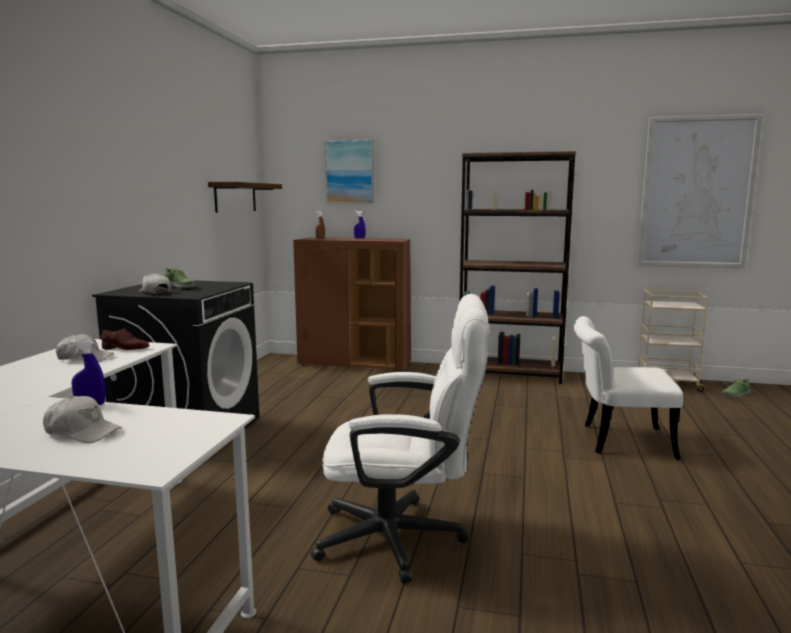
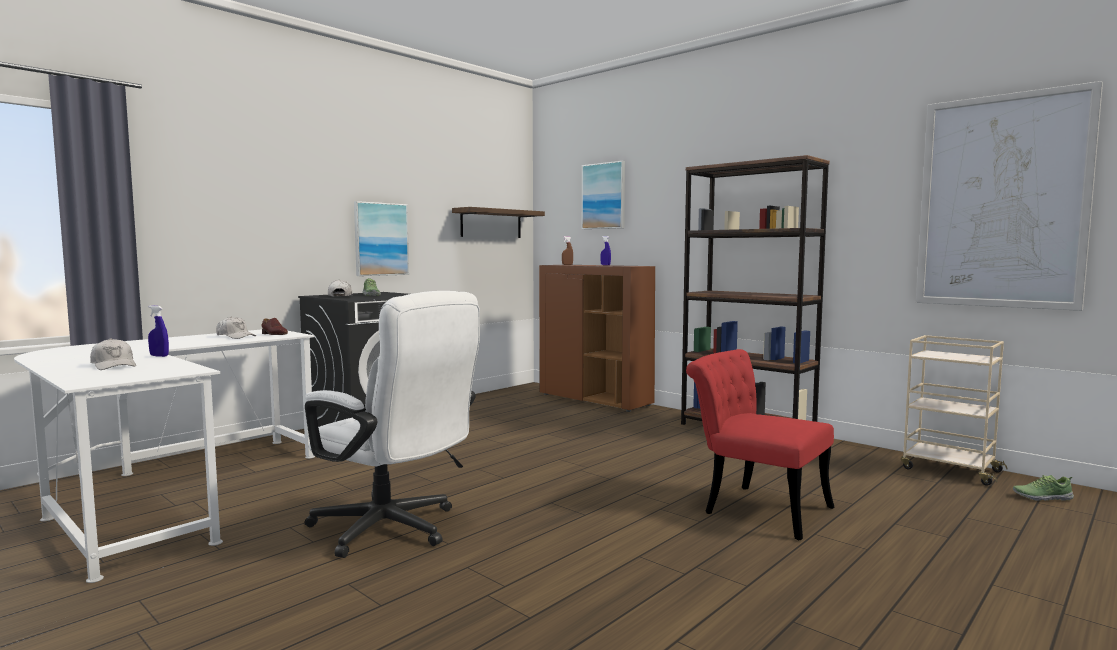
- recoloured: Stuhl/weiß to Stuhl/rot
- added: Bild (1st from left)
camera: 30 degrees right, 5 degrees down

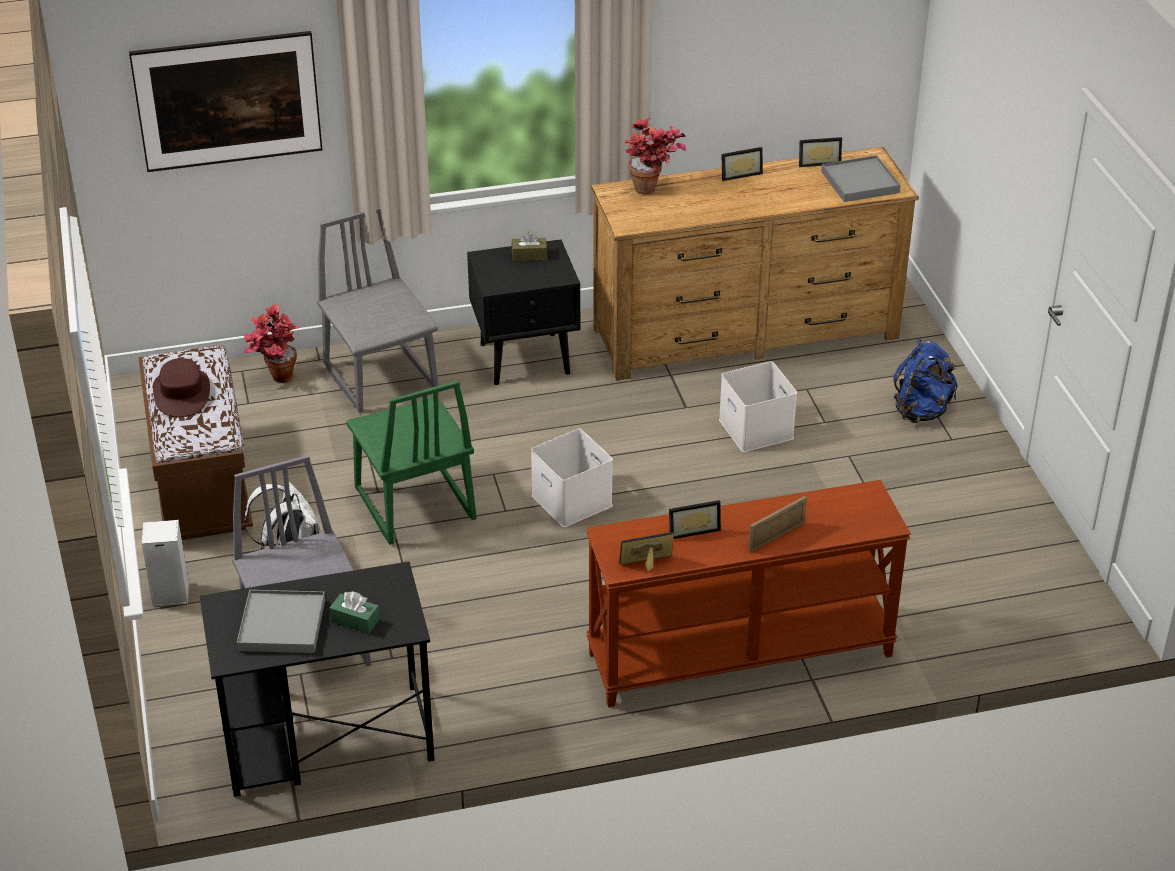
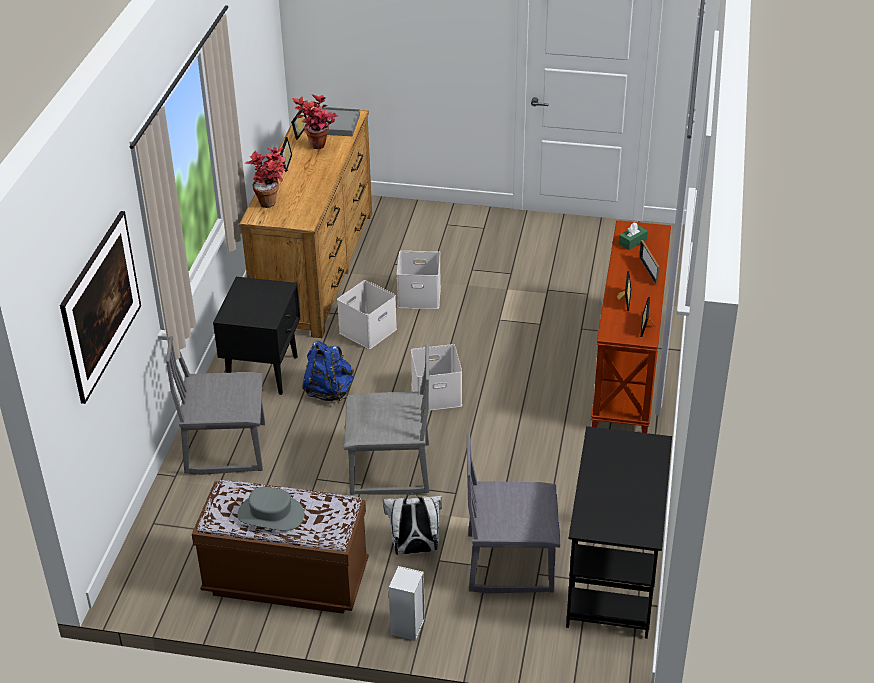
- removed: Taschentuchbox/braun
- moved: Topfpflanze (1st from left in the first image) to Topfpflanze (2nd from left)
- moved: Rucksack/blau
- recoloured: Hut/braun to Hut/grau
- recoloured: Stuhl/grün to Stuhl/grau (2nd from left)
- removed: Tablett/grau (1st from left)
- moved: Taschentuchbox/grün
- added: Aufbewahrungsbox/weiß (1st from left)
camera: 65 degrees left, 0 degrees up

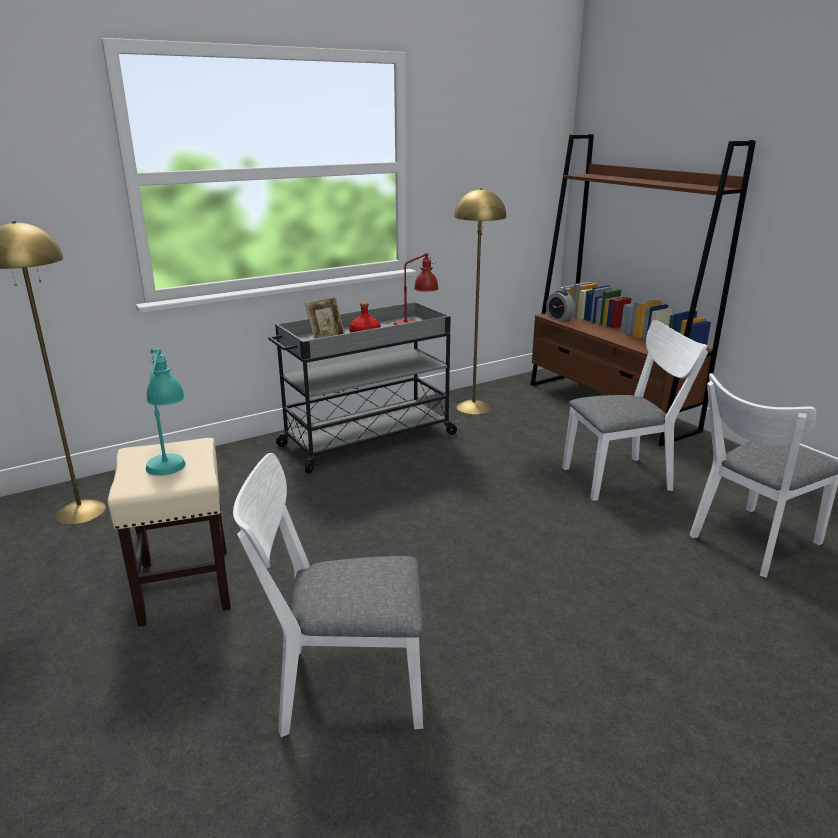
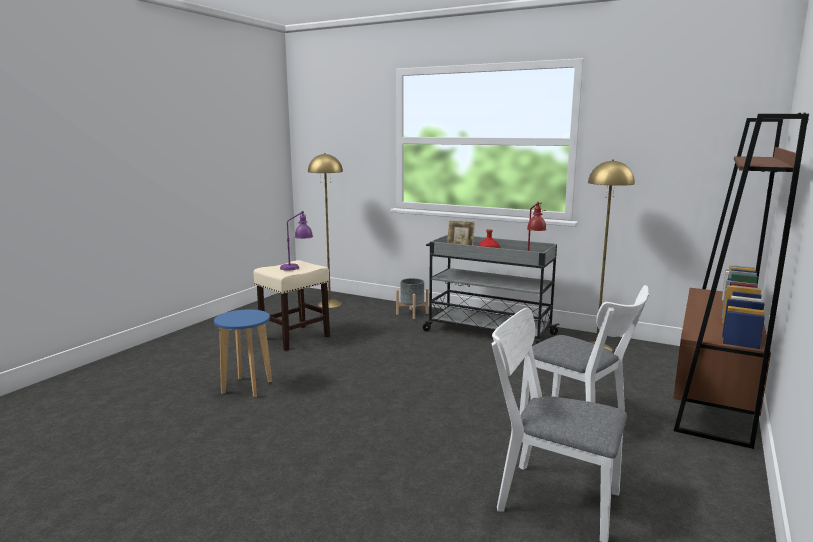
- removed: Wecker
- recoloured: Tischlampe/türkis to Tischlampe/lila
- replaced: Stuhl/weiß (1st from left) to Hocker/blau
- added: Pflanzkübel/grau
camera: 60 degrees right, 10 degrees down

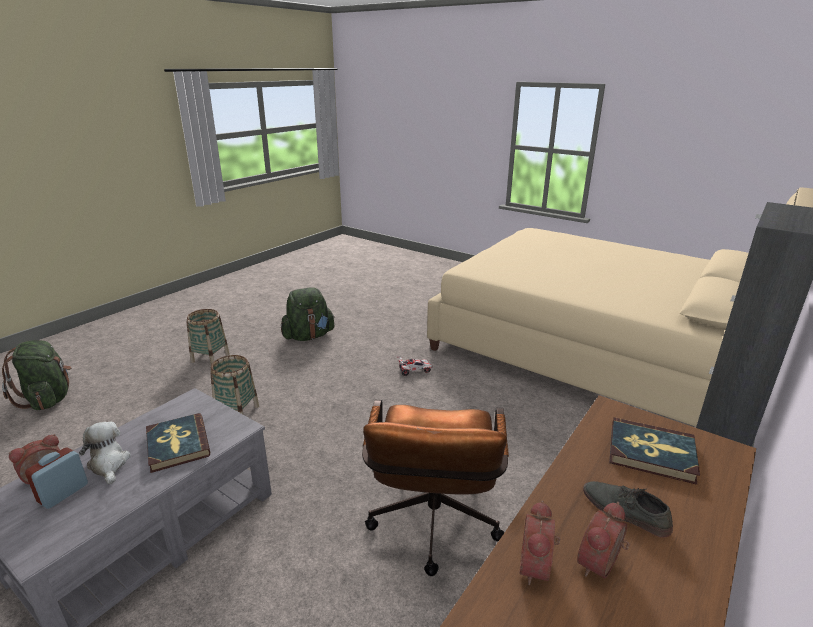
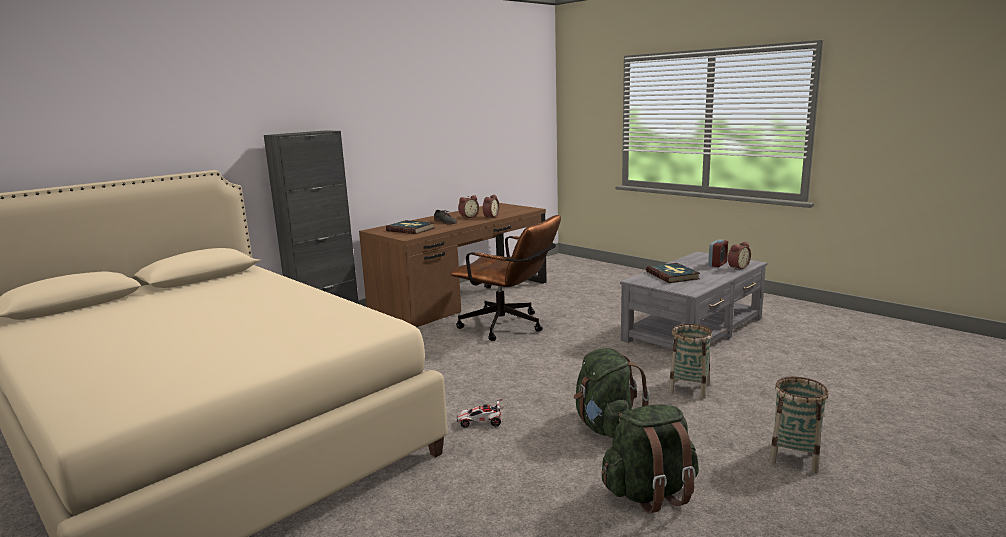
- moved: Rucksack/grün (1st from left)
- turned: Bürostuhl/braun 105 degrees clockwise
- removed: Plüschtier
camera: 170 degrees left, 10 degrees down

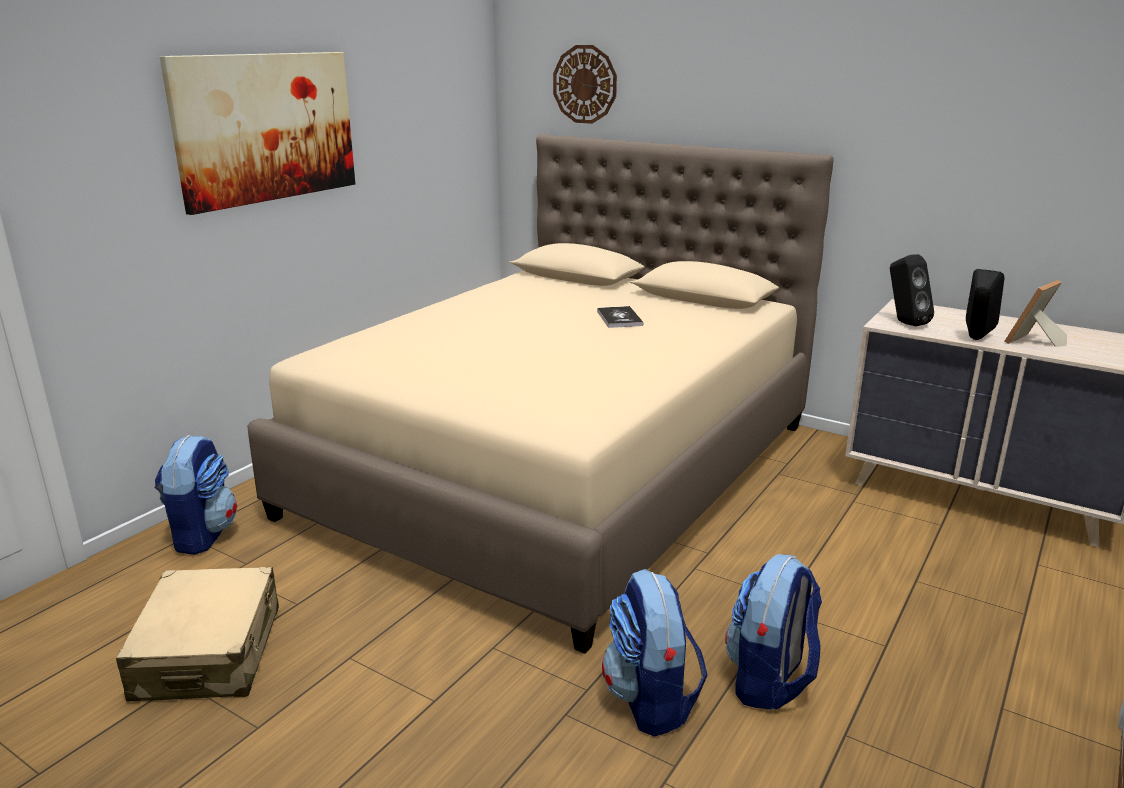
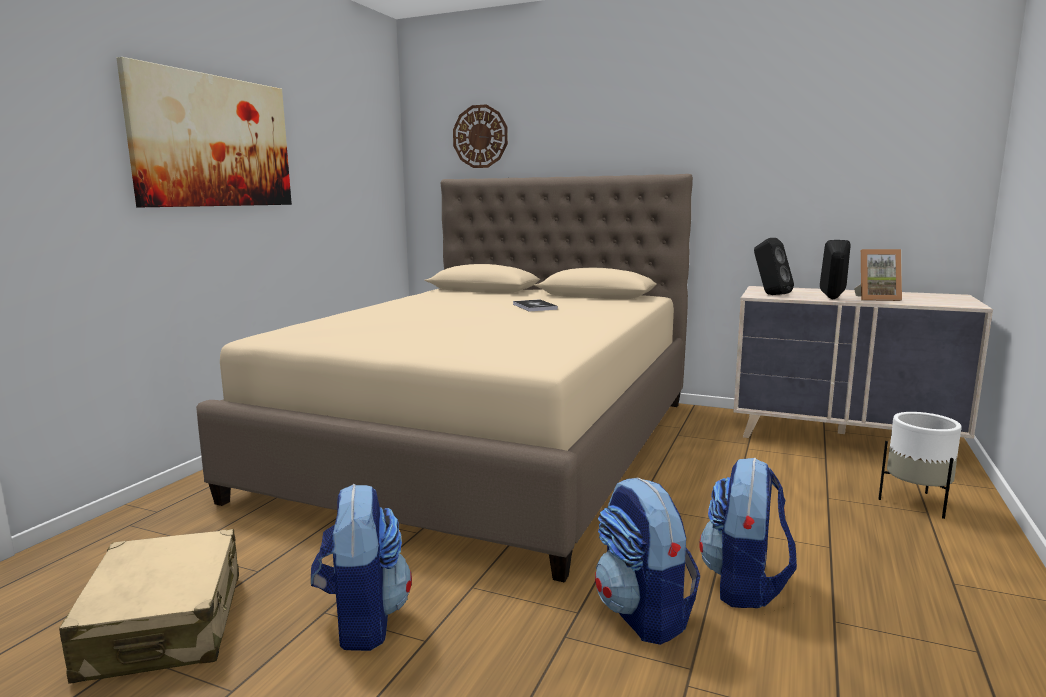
- turned: Bilderrahmen 120 degrees counterclockwise
- moved: Rucksack (1st from left)
- added: Pflanzkübel/weiß
camera: 10 degrees left, 10 degrees down

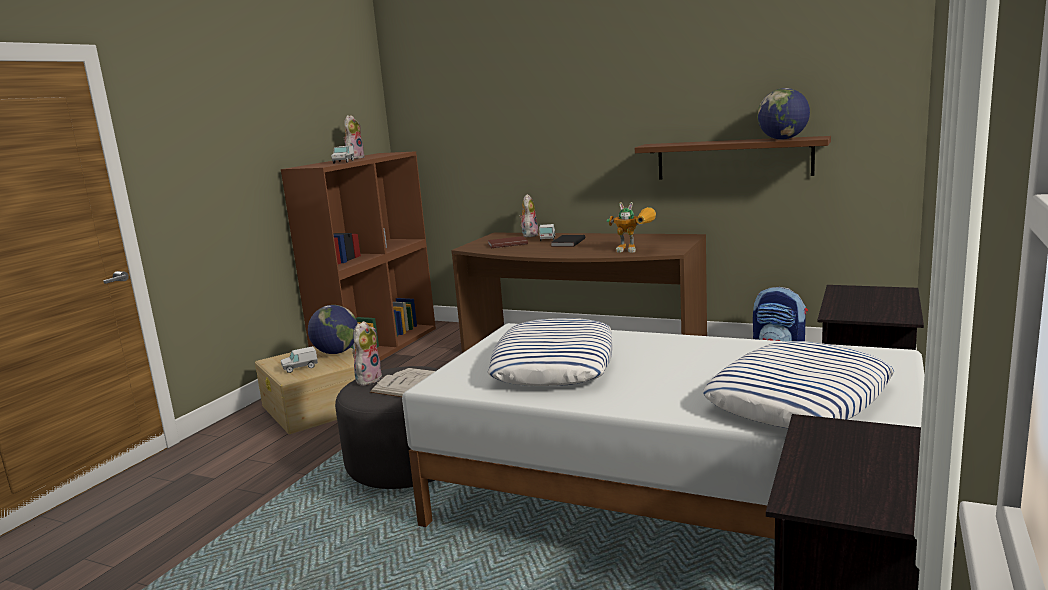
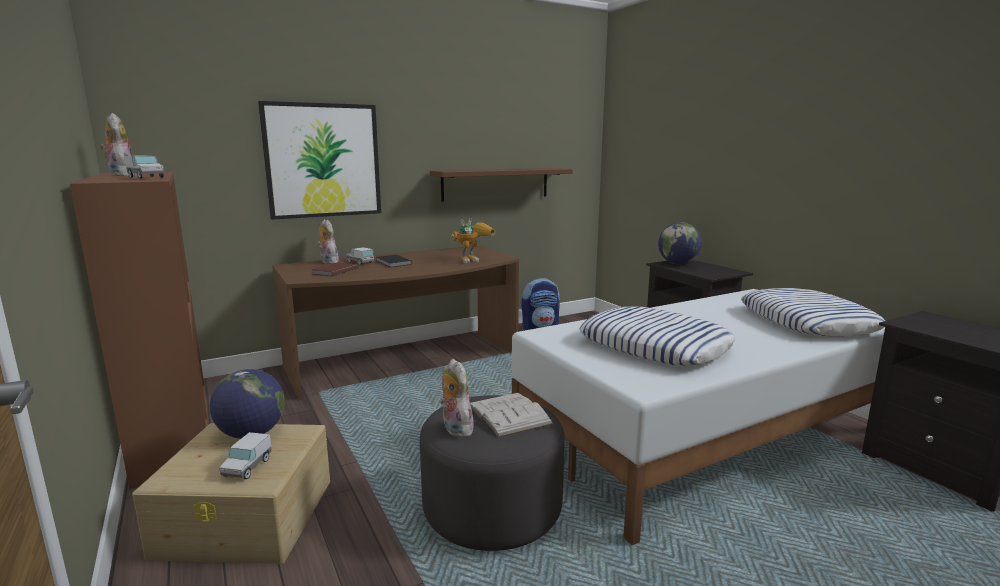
- moved: Globus (2nd from left)
- added: Bild
camera: 55 degrees left, 0 degrees up

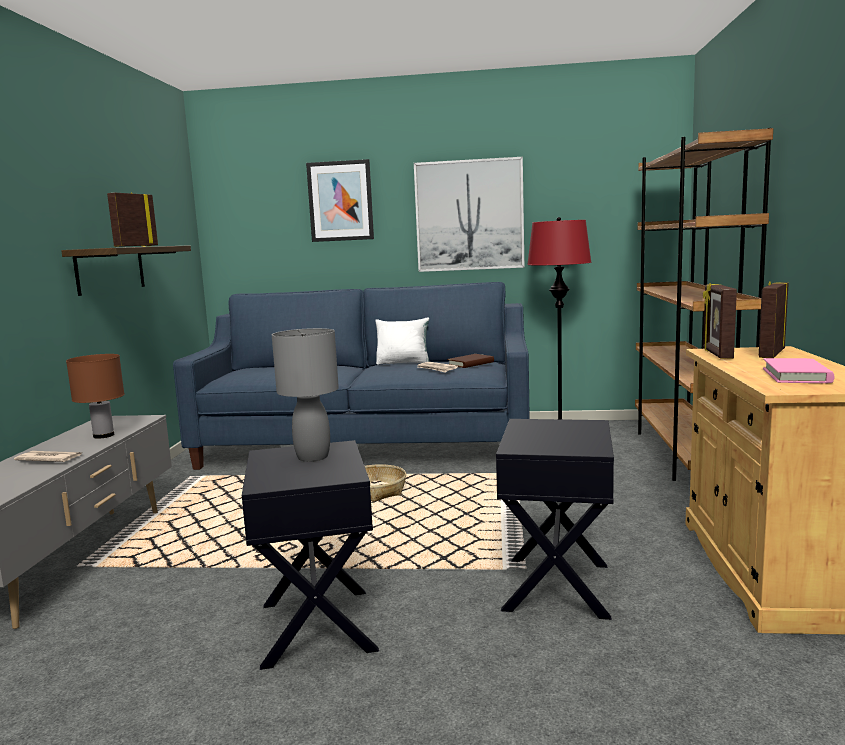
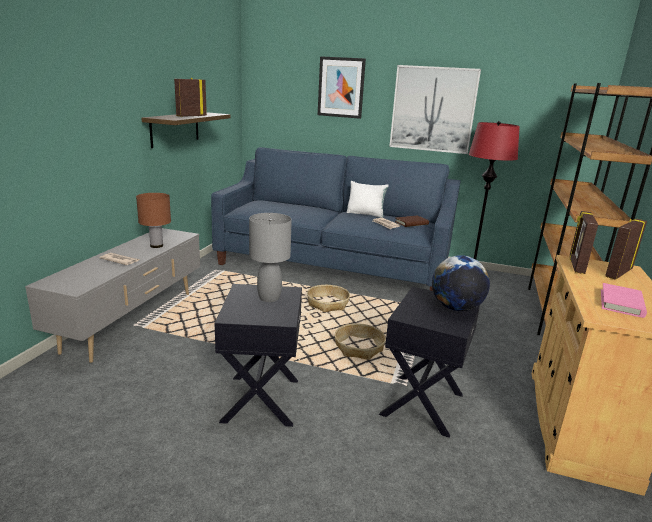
- added: Globus
- added: Korb (2nd from left)
camera: 10 degrees right, 10 degrees up

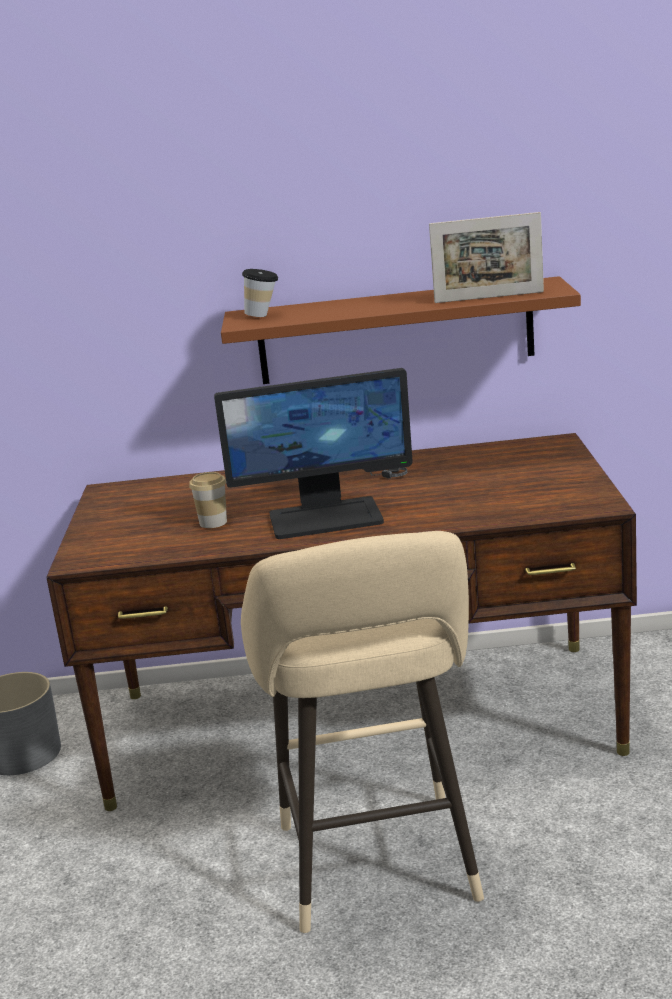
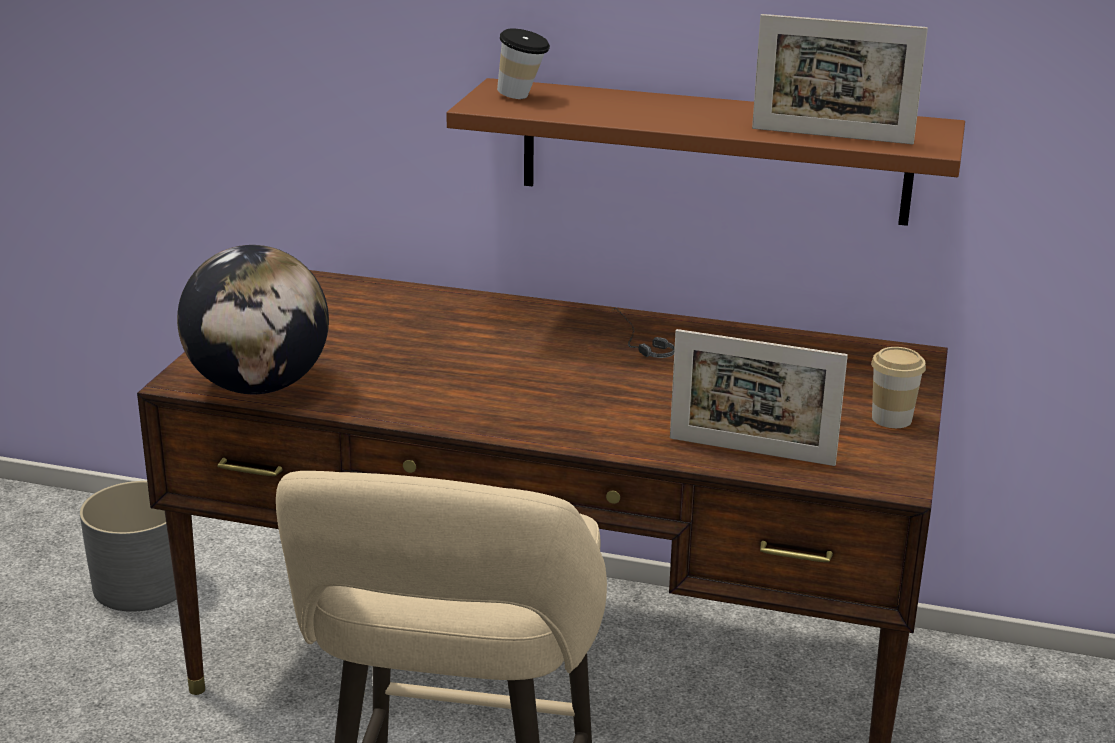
- removed: Monitor
- moved: Tasse (1st from left in the first image) to Tasse (2nd from left)
- added: Globus
- added: Bilderrahmen (1st from left)
camera: 15 degrees right, 5 degrees up

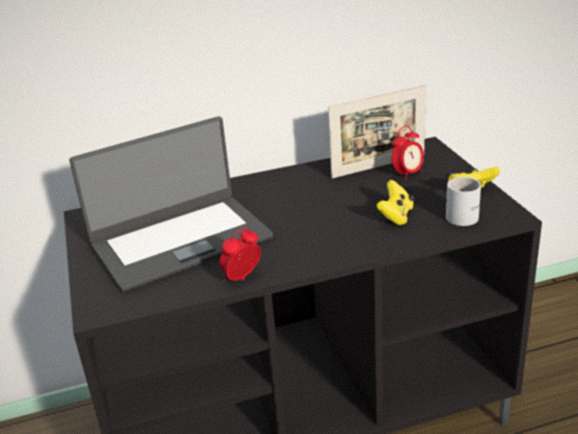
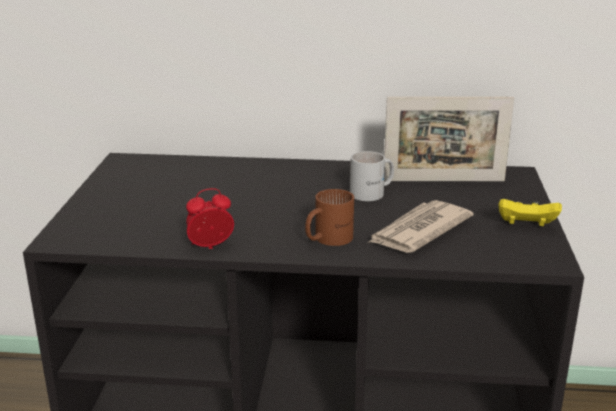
- removed: Laptop
- removed: Wecker (2nd from left)
- moved: Henkelbecher/weiß
- replaced: Gamepad/gelb (1st from left) to Zeitung
- added: Henkelbecher/braun
camera: 20 degrees right, 5 degrees down

